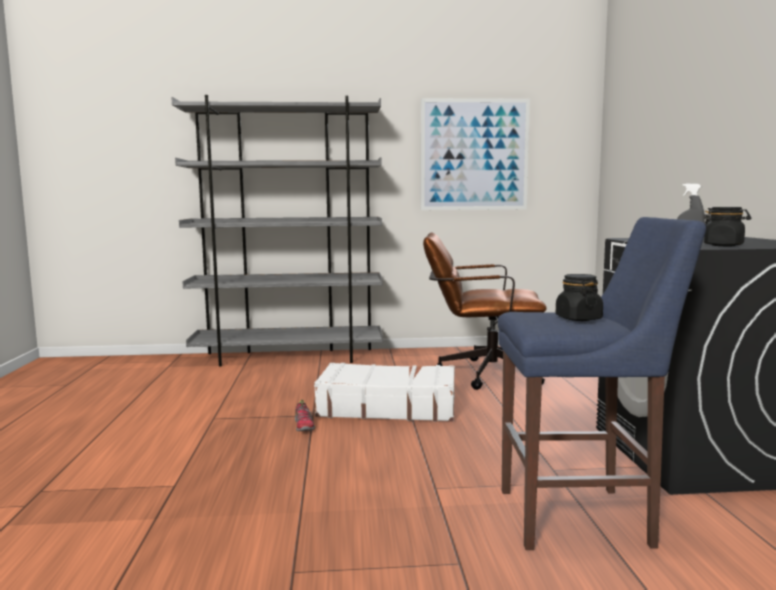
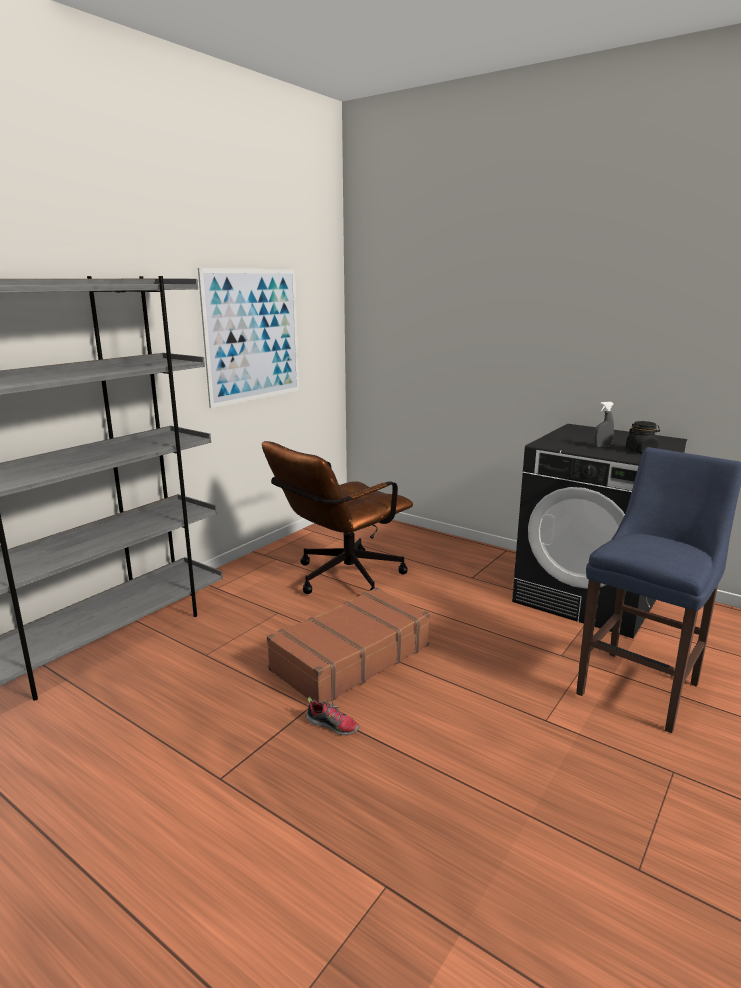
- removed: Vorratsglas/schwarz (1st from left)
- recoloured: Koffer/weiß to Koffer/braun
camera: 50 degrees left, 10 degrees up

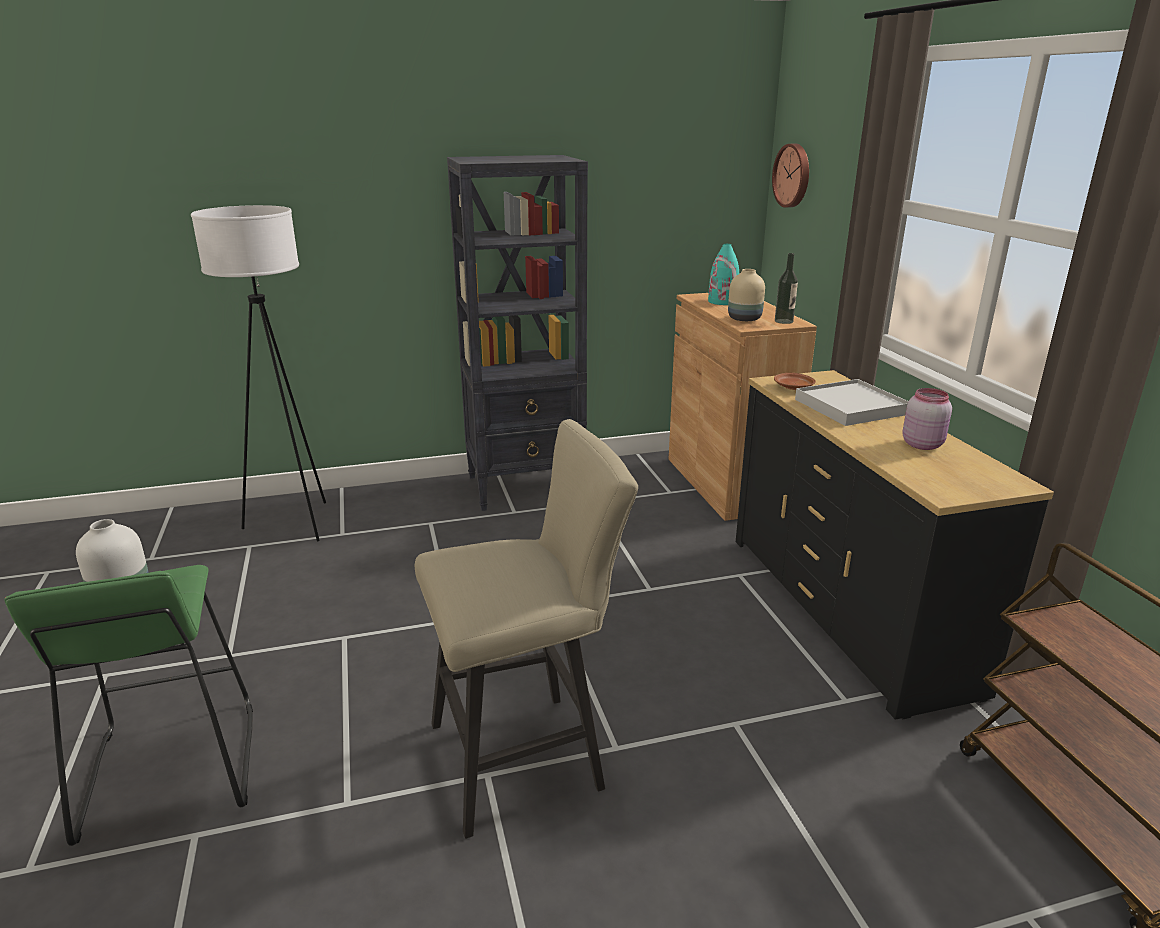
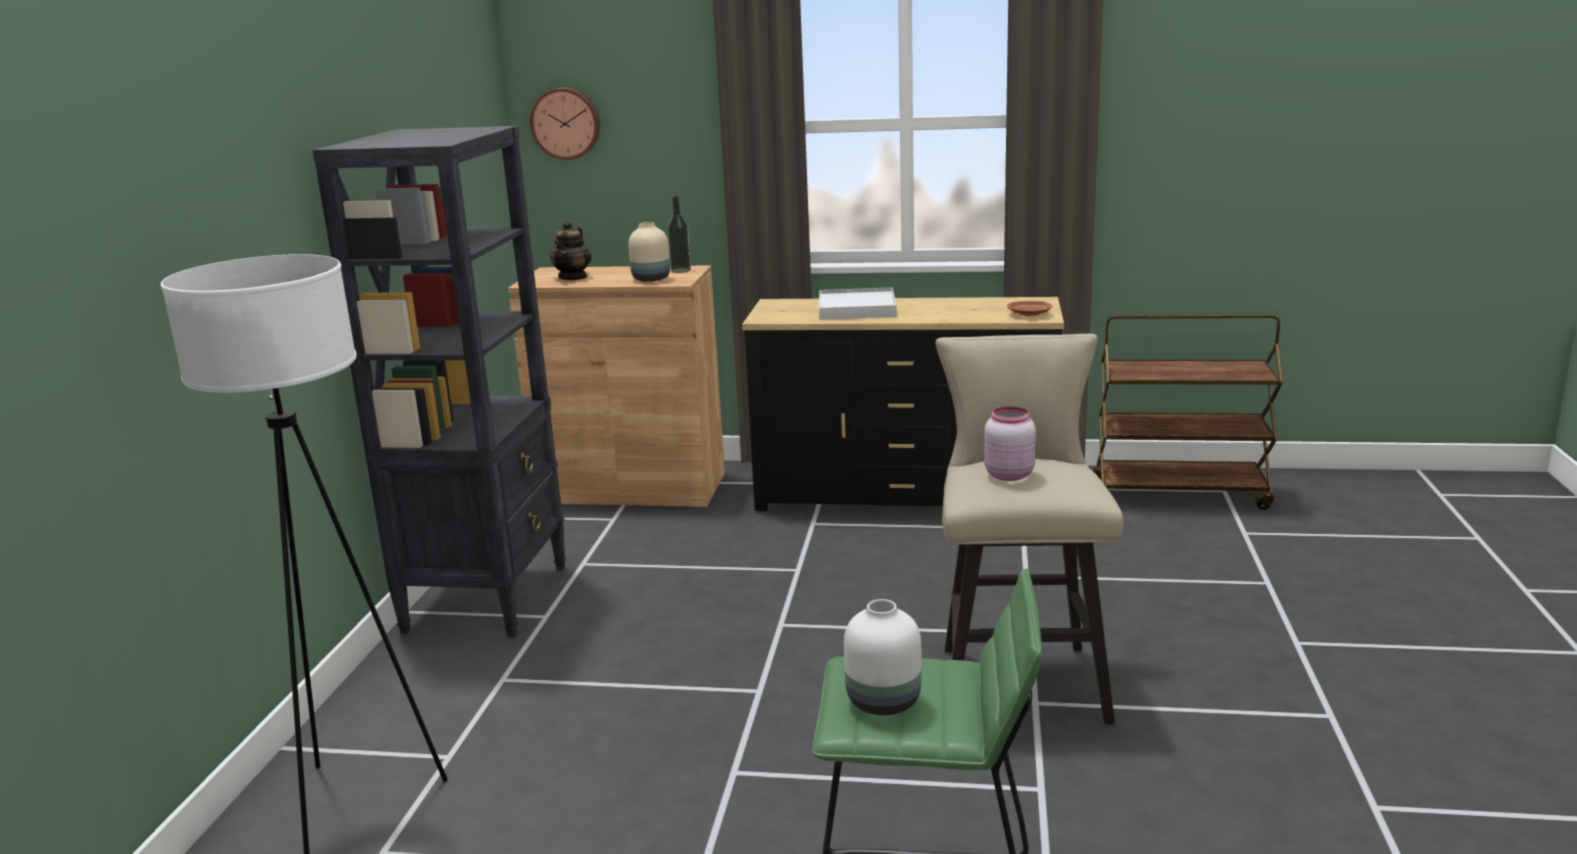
- replaced: Vase/türkis to Teekanne
- moved: Teller/braun
- moved: Vorratsglas/rosa
camera: 65 degrees left, 5 degrees down

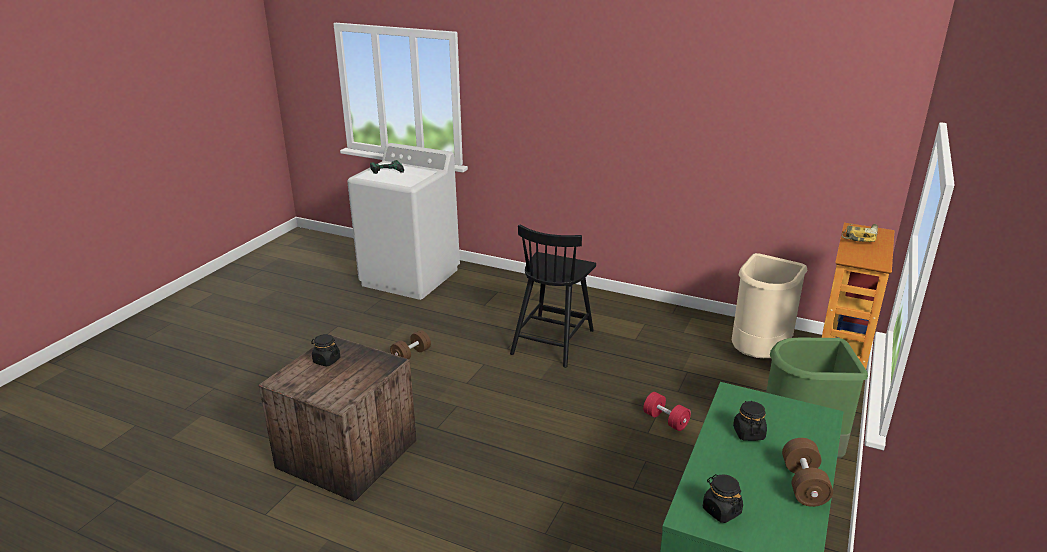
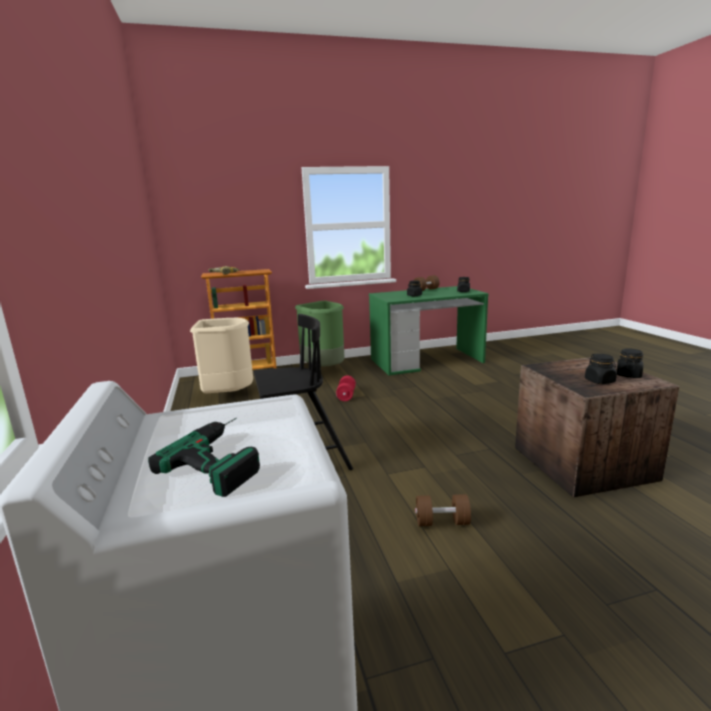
- added: Vorratsglas/schwarz (4th from left)
camera: 130 degrees left, 10 degrees down

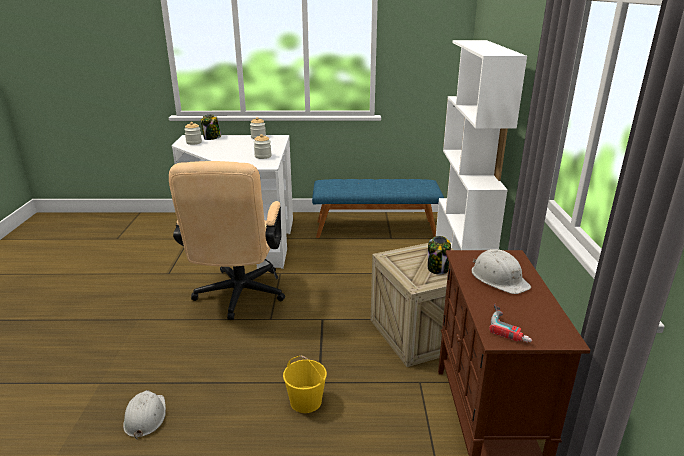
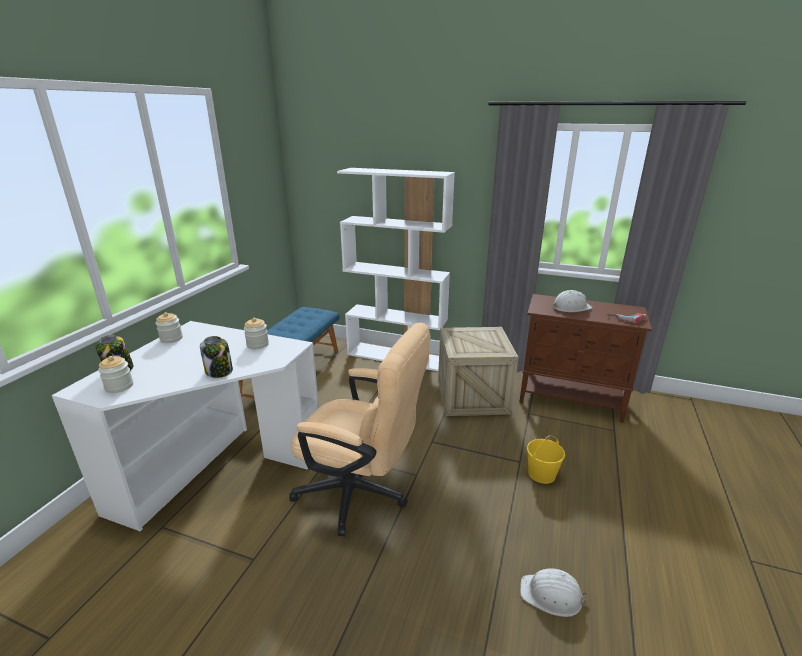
- moved: Vorratsglas (5th from left in the first image) to Vorratsglas (4th from left)
camera: 70 degrees left, 0 degrees up

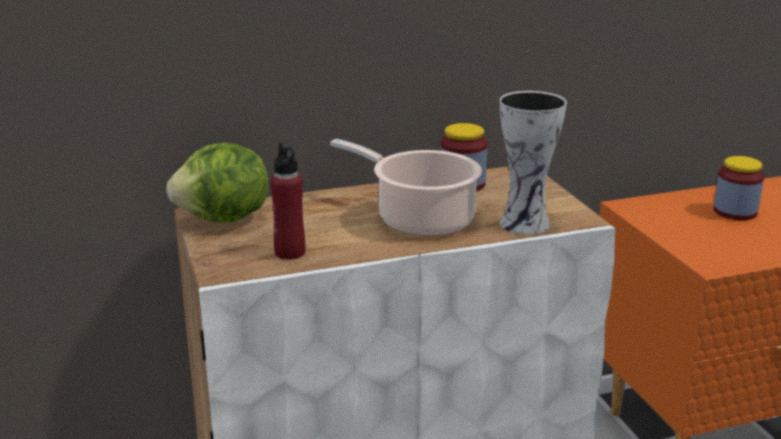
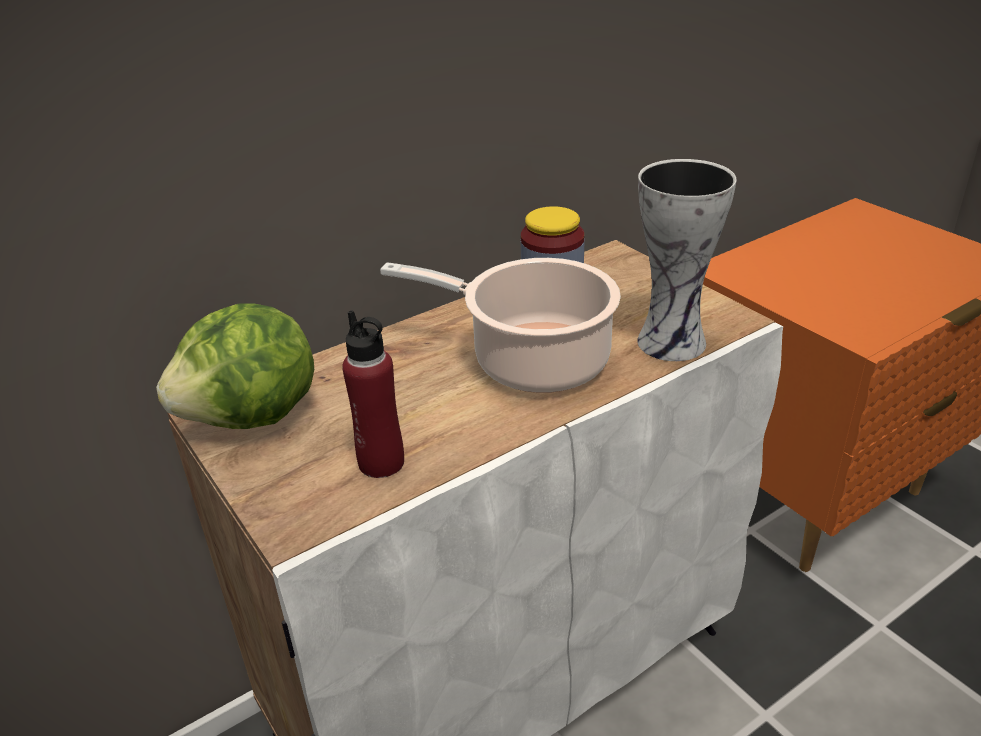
- removed: Vorratsglas (2nd from left)
camera: 15 degrees left, 10 degrees up

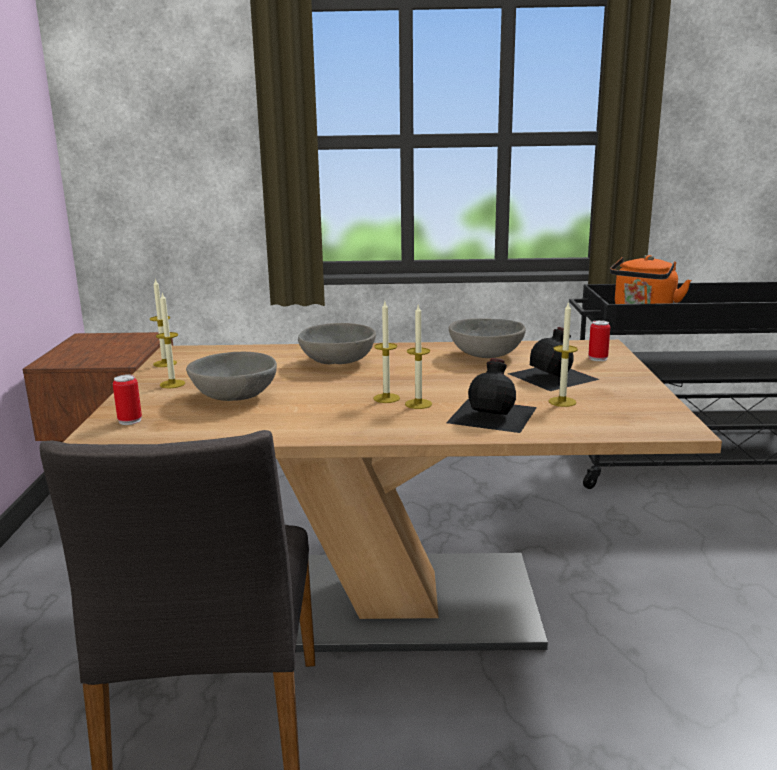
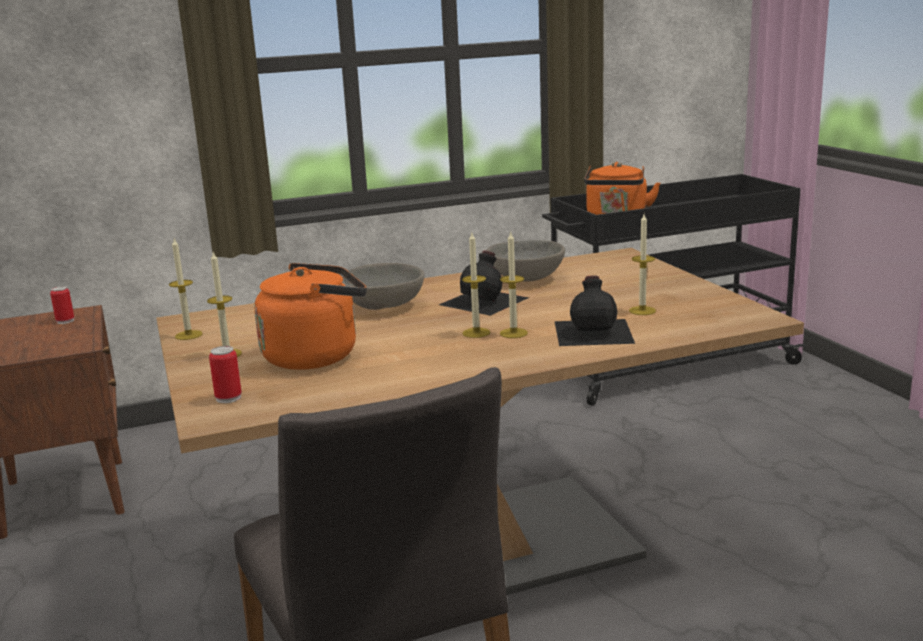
- moved: Dose (2nd from left in the first image) to Dose (1st from left)
- moved: Flasche/schwarz (2nd from left in the first image) to Flasche/schwarz (1st from left)
- replaced: Schüssel/grau (1st from left) to Wasserkessel/orange (1st from left)
camera: 20 degrees left, 0 degrees up

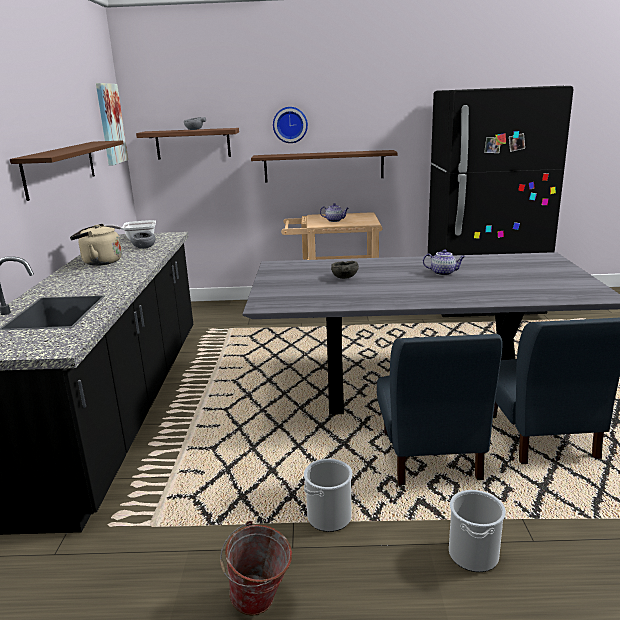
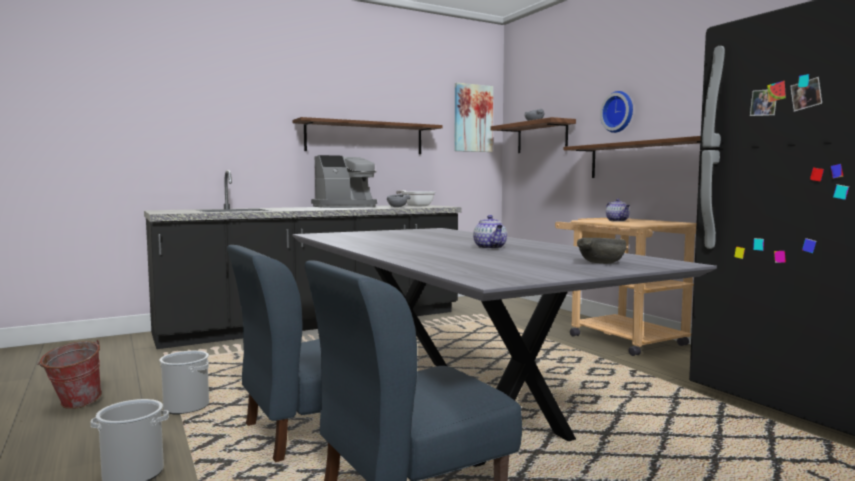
- replaced: Wasserkessel/beige to Kaffeemaschine
- moved: Schüssel/grau (3rd from left)
camera: 60 degrees right, 15 degrees down

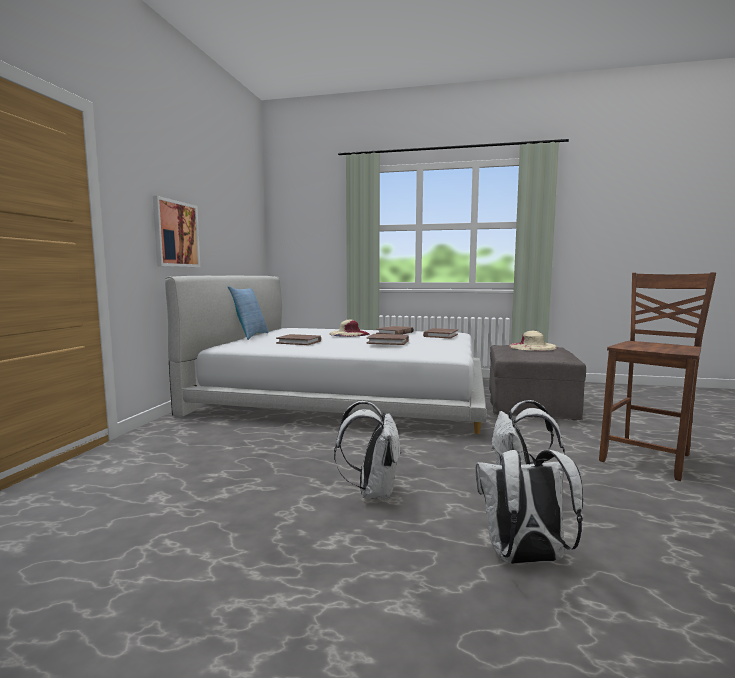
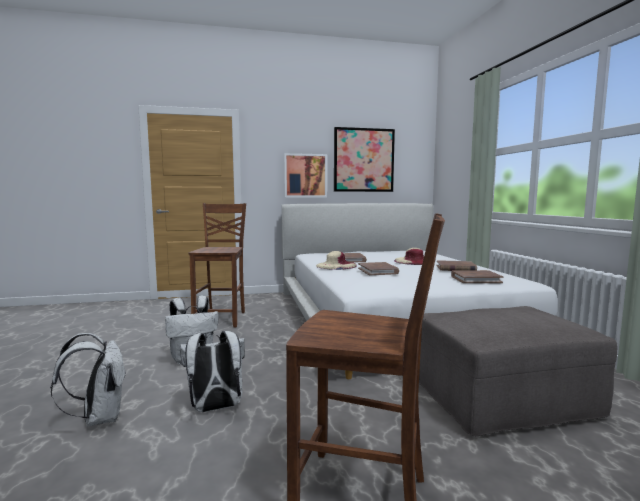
- removed: Kissen
- moved: Hut/beige (2nd from left in the first image) to Hut/beige (1st from left)
- added: Bild (2nd from left)
- added: Stuhl/braun (1st from left)
camera: 65 degrees right, 0 degrees up

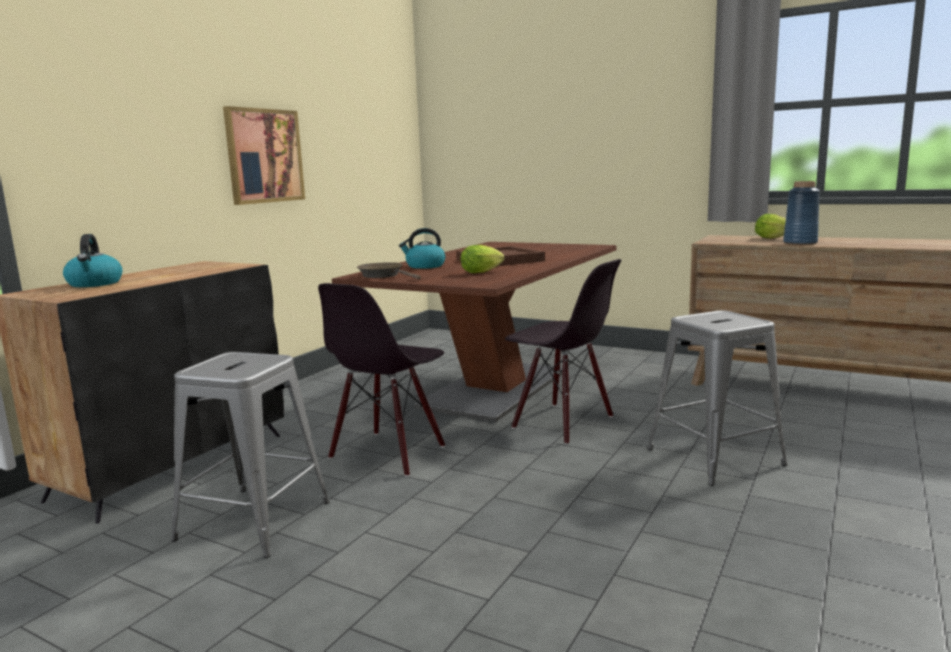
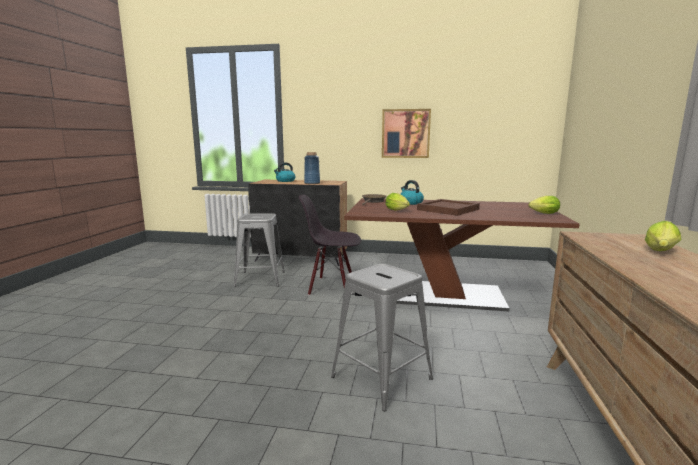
- moved: Vase/blau
- removed: Stuhl/schwarz (2nd from left)
- added: Salatkopf (2nd from left)
camera: 70 degrees right, 0 degrees up

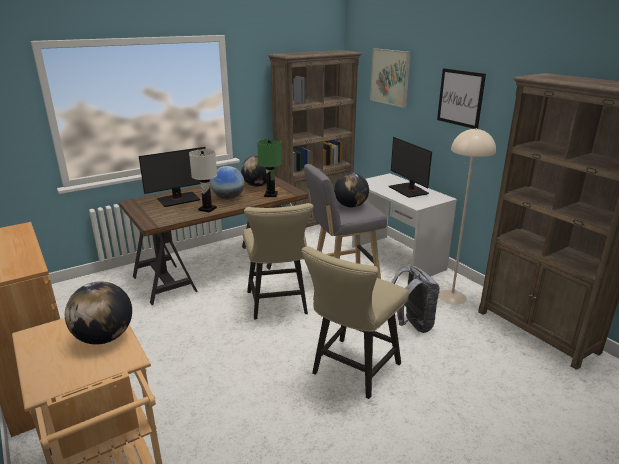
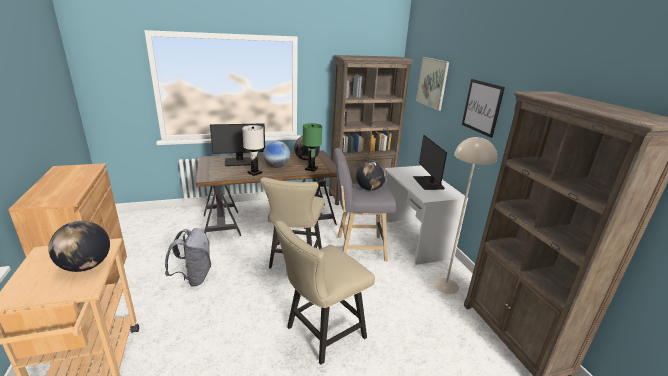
- moved: Rucksack/grau
camera: 15 degrees right, 0 degrees up

